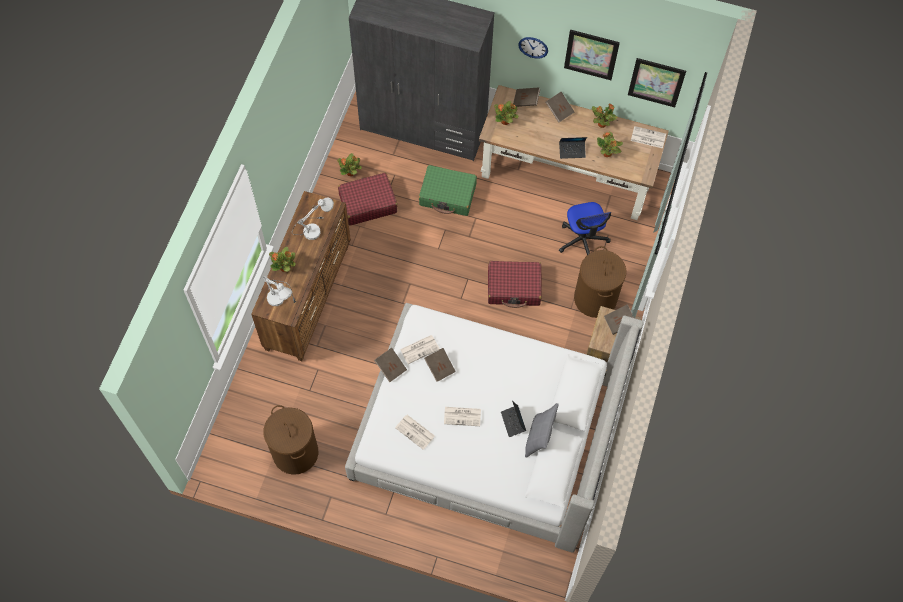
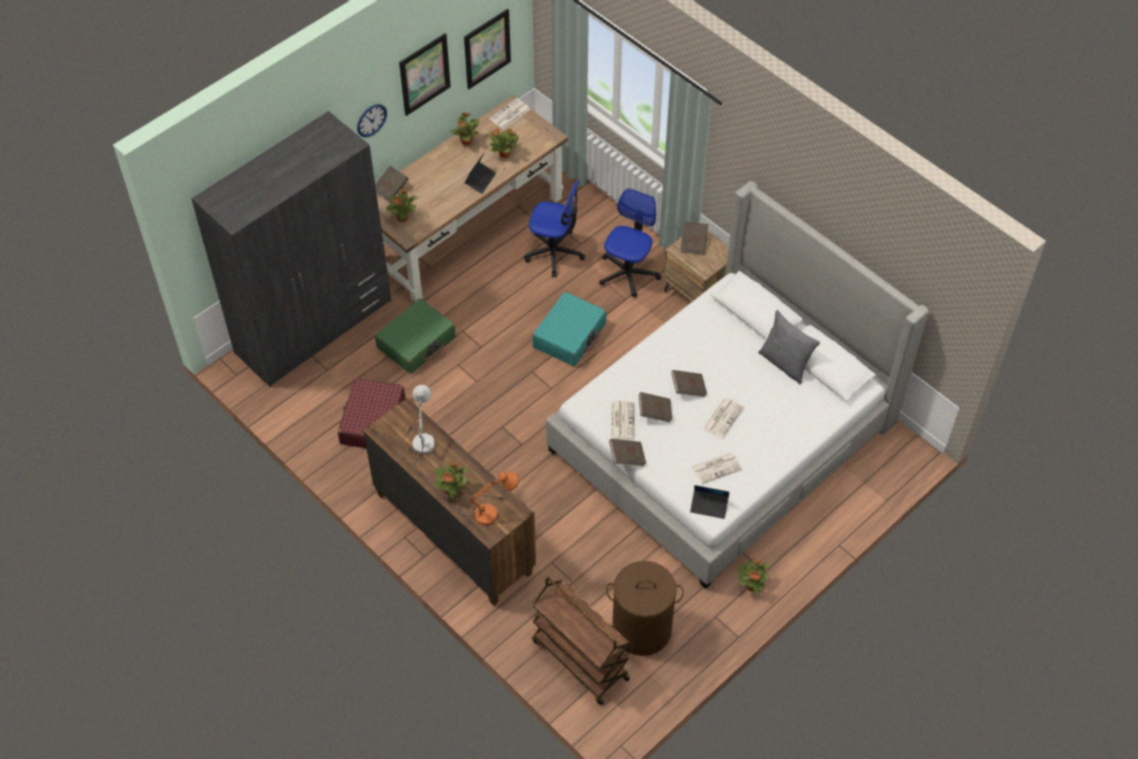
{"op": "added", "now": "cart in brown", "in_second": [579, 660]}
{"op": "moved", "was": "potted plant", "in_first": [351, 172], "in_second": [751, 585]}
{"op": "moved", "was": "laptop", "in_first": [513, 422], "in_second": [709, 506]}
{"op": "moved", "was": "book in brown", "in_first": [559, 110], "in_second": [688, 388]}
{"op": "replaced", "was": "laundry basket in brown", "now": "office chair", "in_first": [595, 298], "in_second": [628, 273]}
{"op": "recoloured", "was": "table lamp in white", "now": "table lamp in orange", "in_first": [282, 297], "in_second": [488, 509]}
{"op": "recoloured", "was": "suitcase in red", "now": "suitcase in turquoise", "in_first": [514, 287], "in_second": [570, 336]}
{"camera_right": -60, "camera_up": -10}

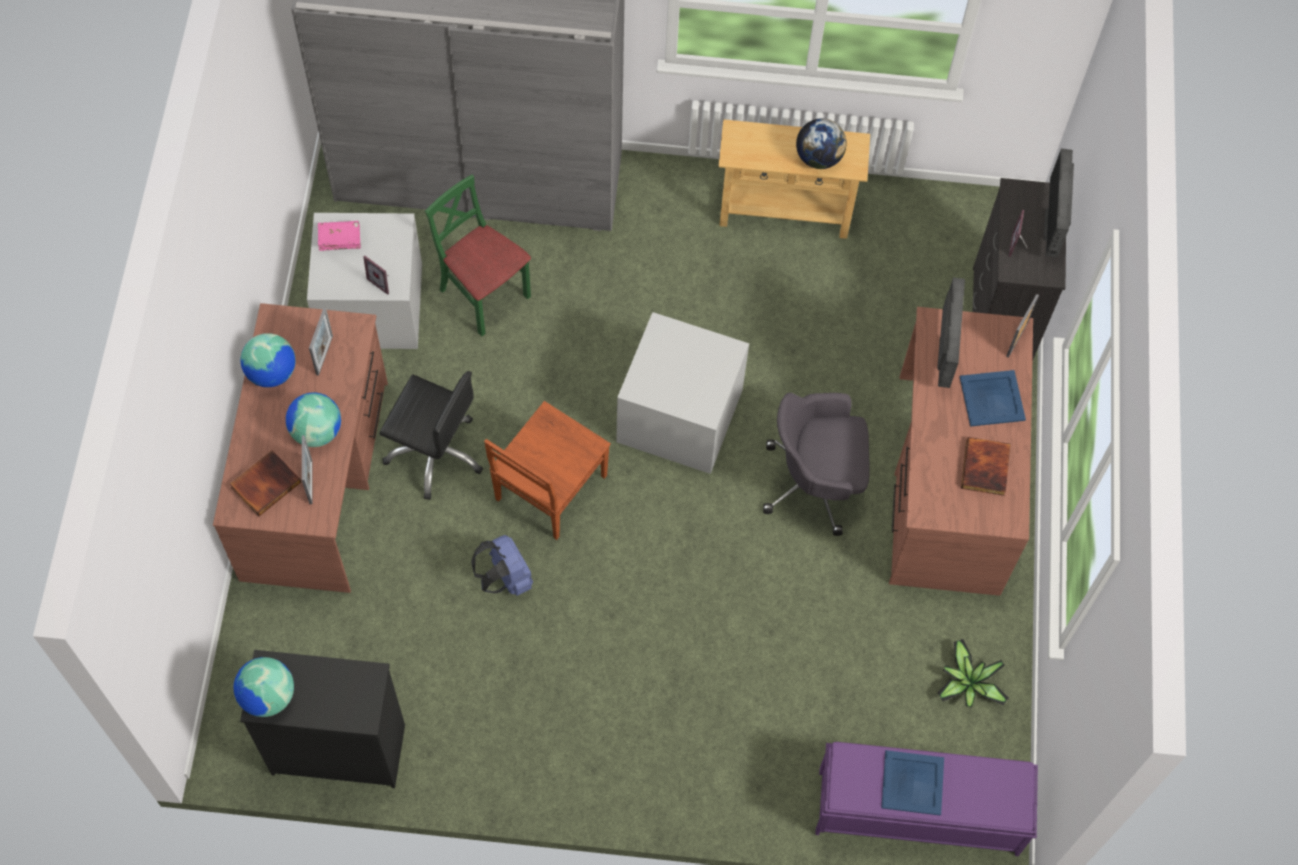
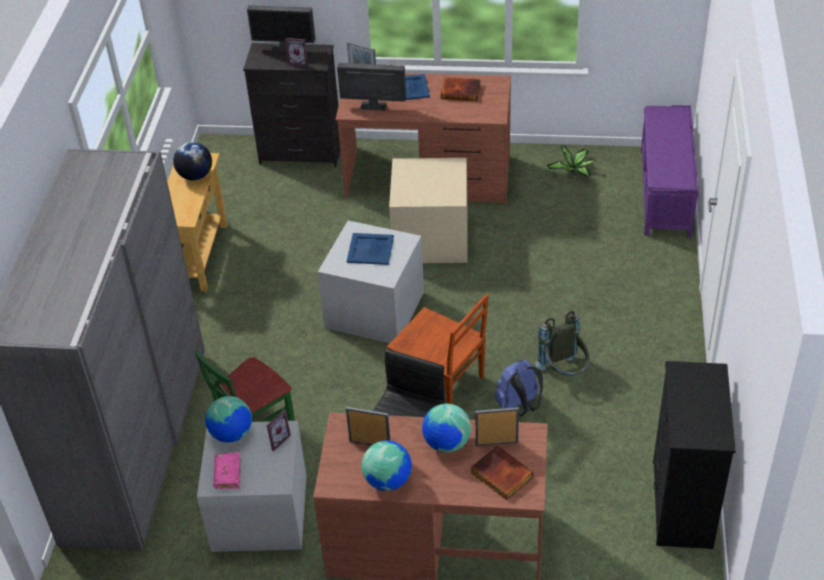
{"op": "added", "now": "backpack in grey", "in_second": [564, 372]}
{"op": "moved", "was": "globe", "in_first": [267, 696], "in_second": [232, 434]}
{"op": "moved", "was": "tray in blue", "in_first": [912, 783], "in_second": [370, 249]}
{"op": "replaced", "was": "office chair in grey", "now": "storage box in beige", "in_first": [815, 482], "in_second": [429, 239]}
{"camera_right": -85, "camera_up": -20}

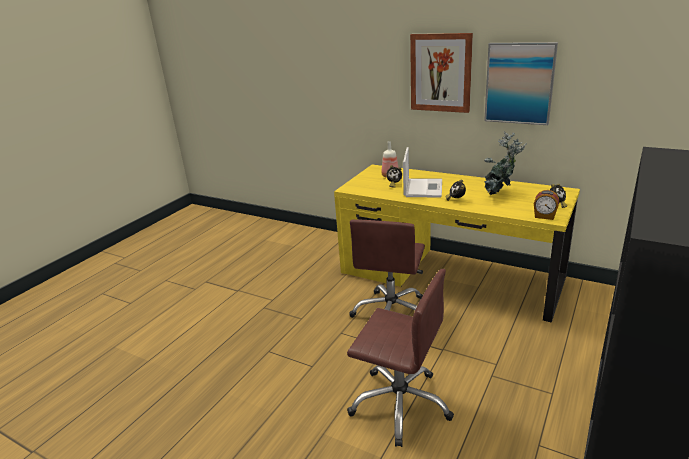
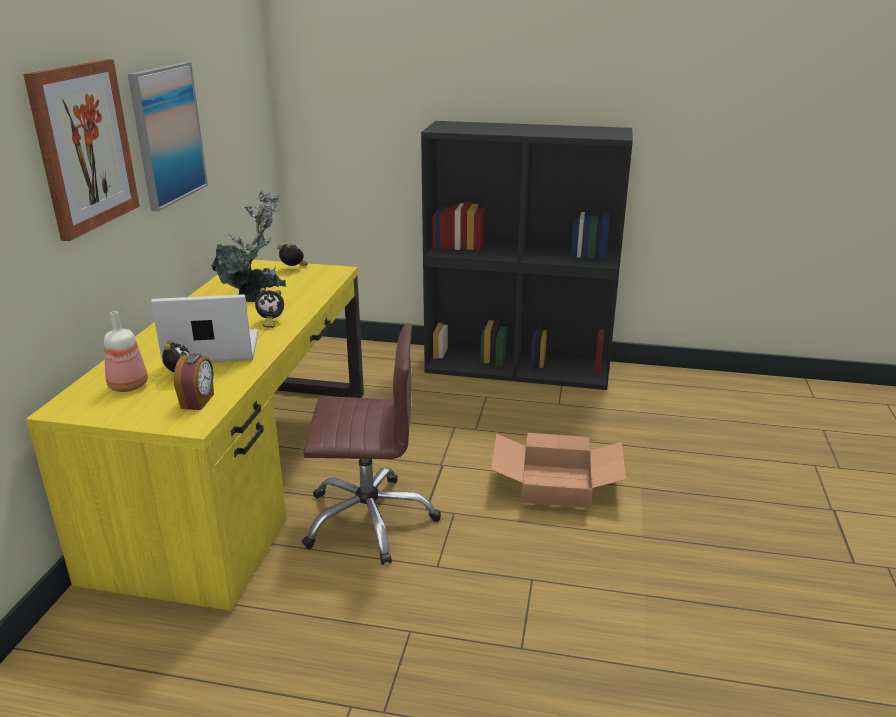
{"op": "moved", "was": "alarm clock", "in_first": [544, 216], "in_second": [198, 401]}
{"op": "replaced", "was": "office chair in brown", "now": "cardboard box", "in_first": [400, 403], "in_second": [557, 485]}
{"camera_right": -110, "camera_up": 0}

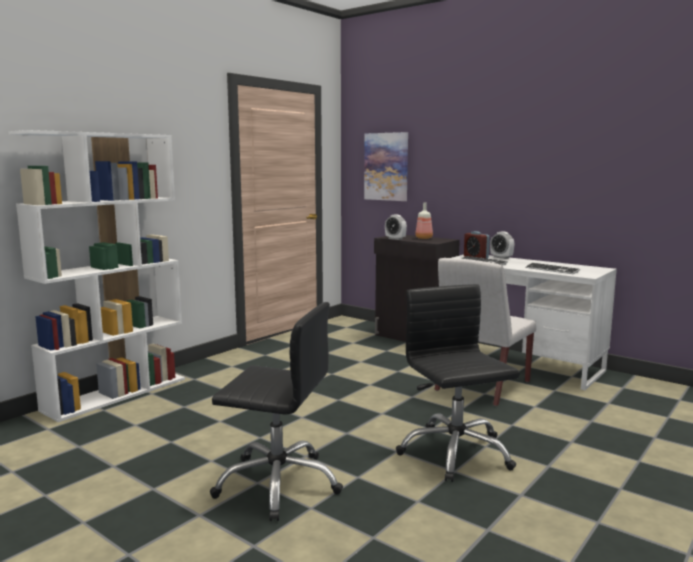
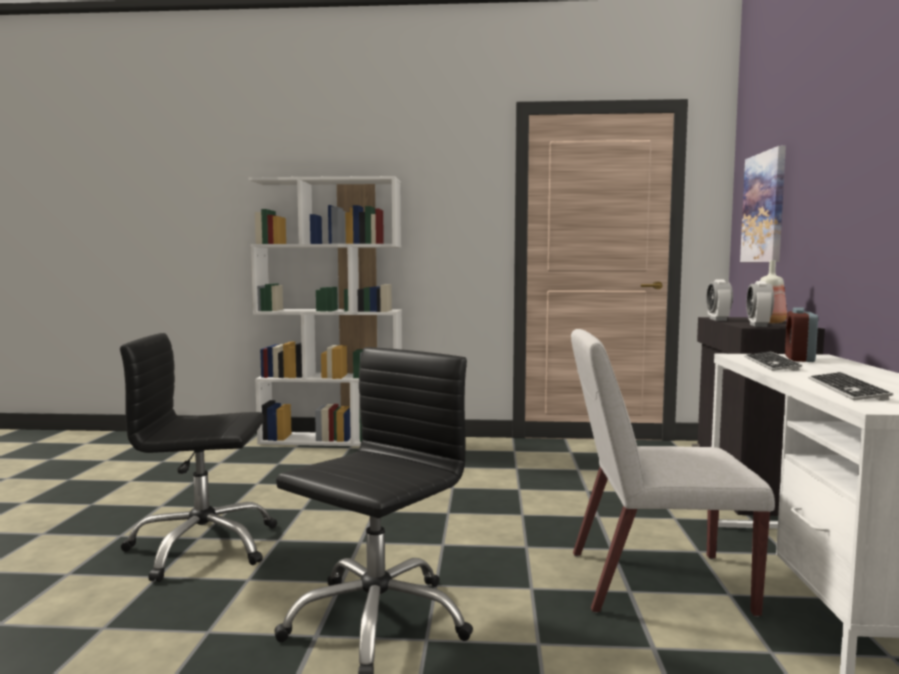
{"op": "moved", "was": "alarm clock", "in_first": [501, 257], "in_second": [758, 325]}
{"op": "turned", "was": "office chair in black", "in_first": [278, 483], "in_second": [202, 547], "clockwise": 105}
{"camera_right": 55, "camera_up": -5}

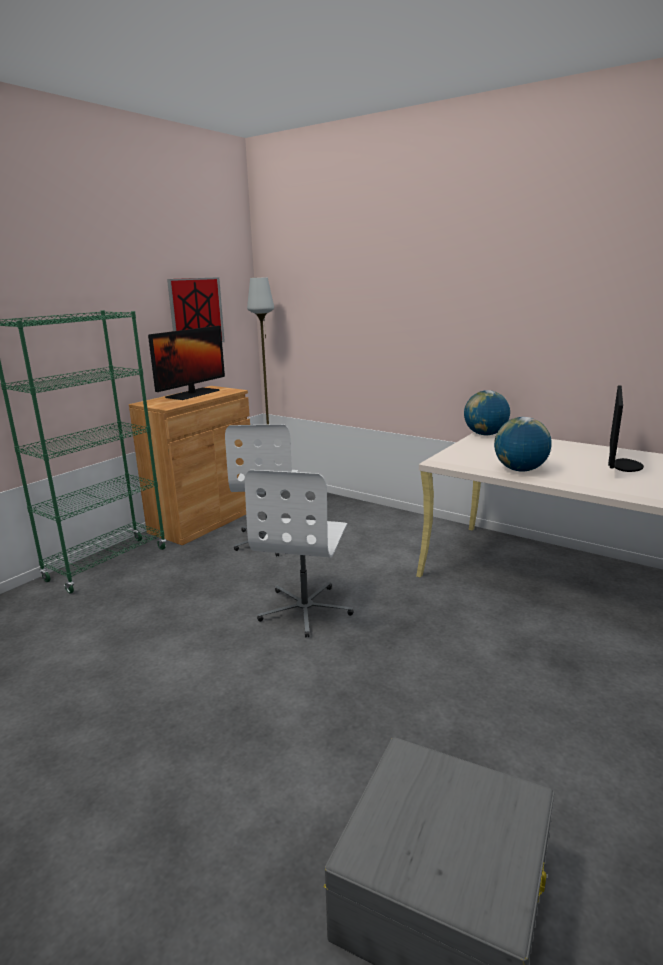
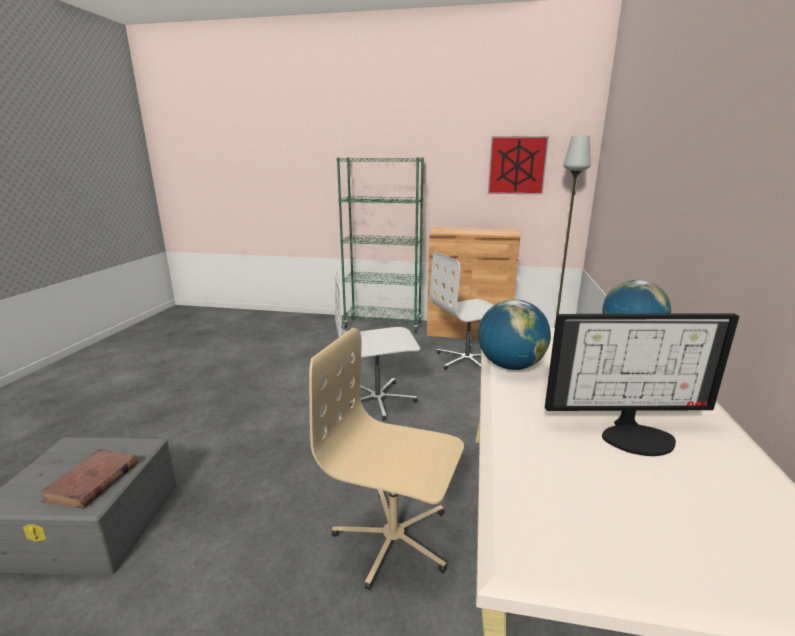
{"op": "removed", "was": "monitor", "in_first": [193, 394]}
{"op": "added", "now": "book in brown", "in_second": [93, 481]}
{"op": "added", "now": "office chair in beige", "in_second": [393, 539]}
{"camera_right": 65, "camera_up": 0}

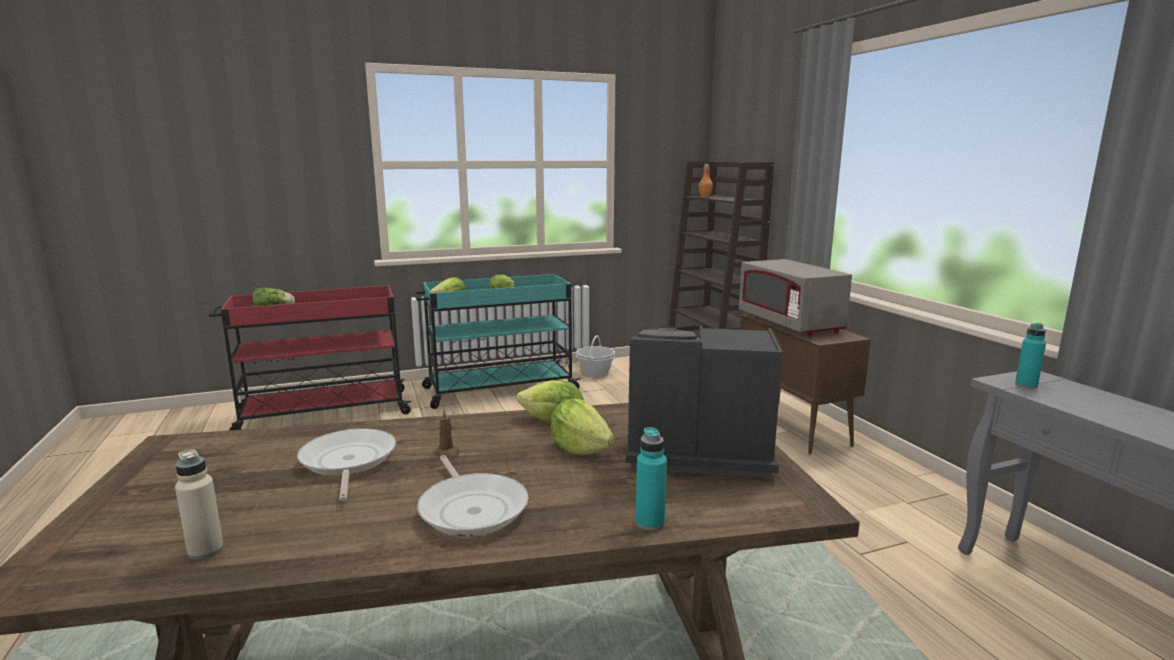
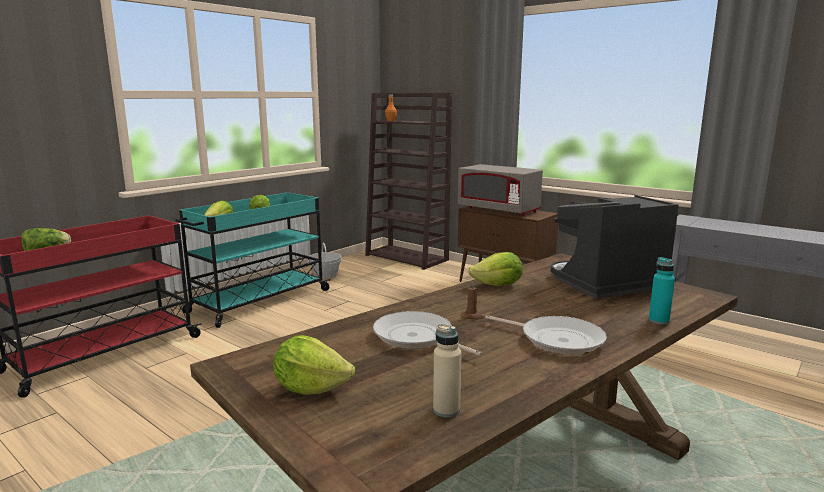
{"op": "removed", "was": "bottle in turquoise", "in_first": [1026, 385]}
{"op": "moved", "was": "lettuce", "in_first": [580, 449], "in_second": [311, 388]}
{"camera_right": -30, "camera_up": 0}

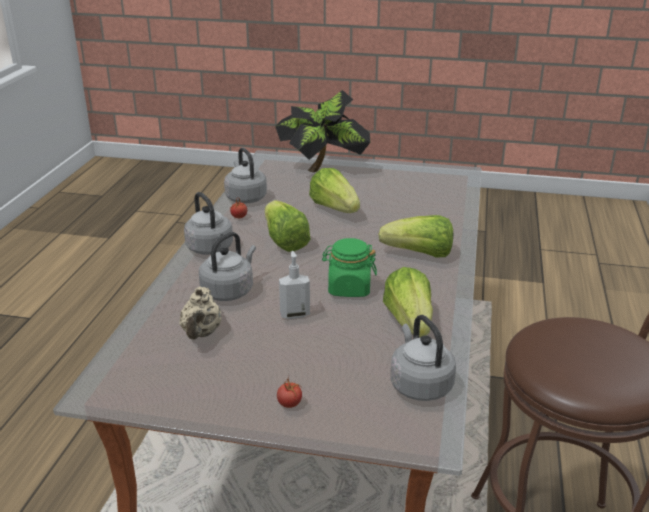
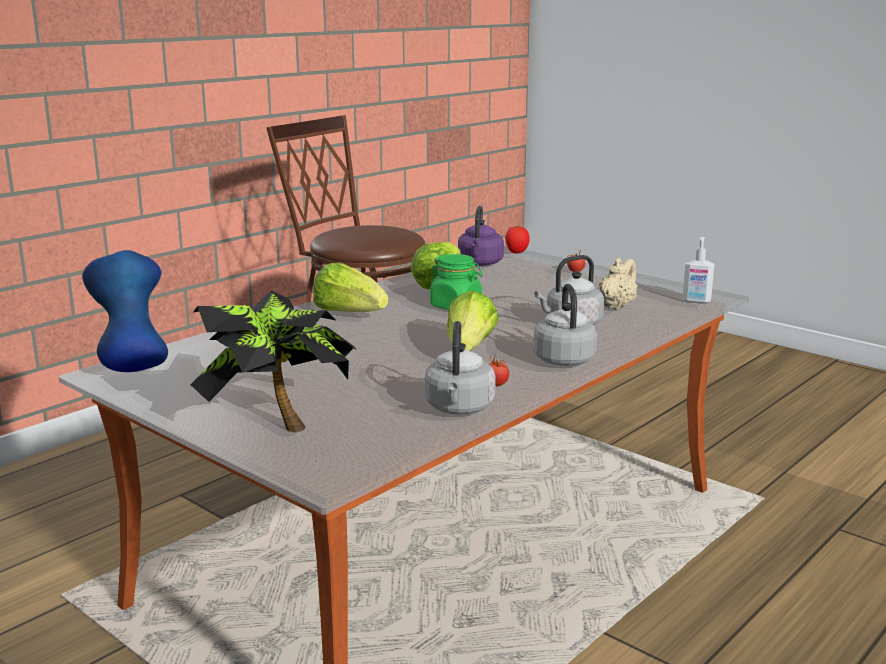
{"op": "removed", "was": "lettuce", "in_first": [335, 208]}
{"op": "added", "now": "vase in blue", "in_second": [132, 366]}
{"op": "added", "now": "tomato", "in_second": [516, 253]}
{"op": "moved", "was": "soap dispenser", "in_first": [294, 314], "in_second": [696, 301]}
{"op": "recoloured", "was": "kettle in grey", "now": "kettle in purple", "in_first": [419, 384], "in_second": [480, 264]}
{"camera_right": -150, "camera_up": -10}

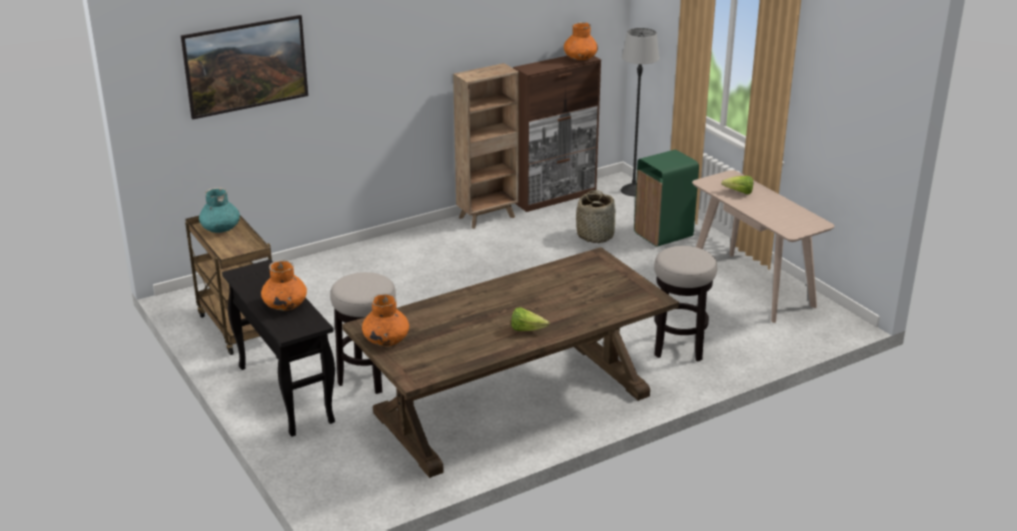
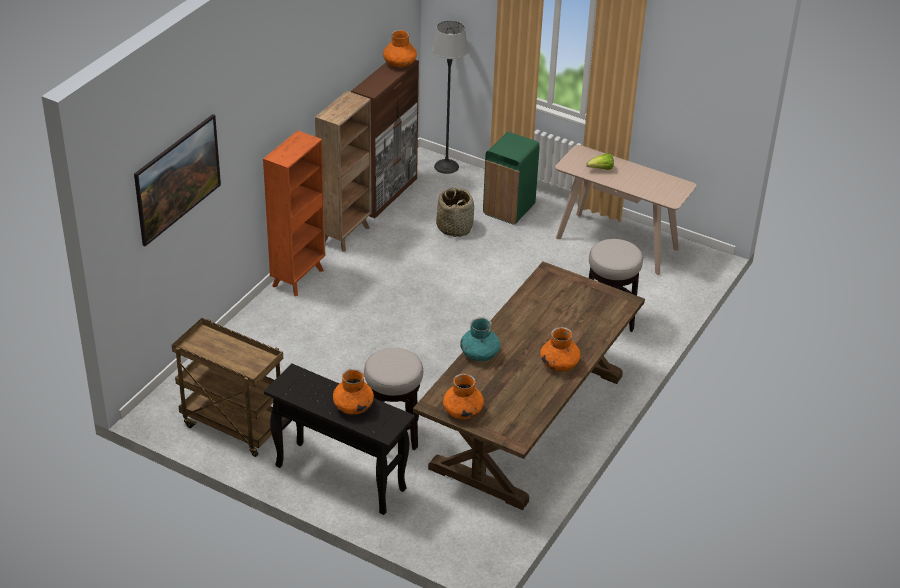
{"op": "added", "now": "bookcase in orange", "in_second": [299, 277]}
{"op": "moved", "was": "vase in turquoise", "in_first": [221, 228], "in_second": [479, 354]}
{"op": "replaced", "was": "lettuce", "now": "vase in orange", "in_first": [527, 330], "in_second": [559, 364]}
{"camera_right": -30, "camera_up": 10}

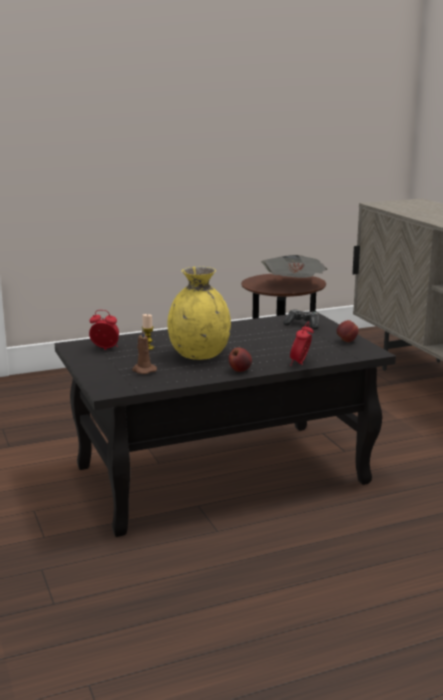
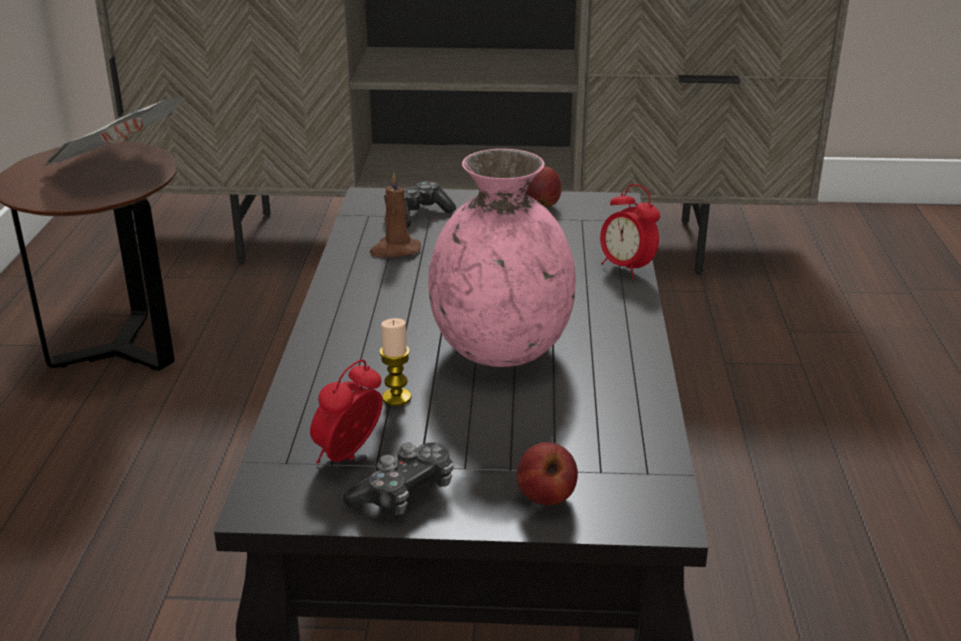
{"op": "added", "now": "game controller", "in_second": [404, 493]}
{"op": "moved", "was": "candle in brown", "in_first": [143, 370], "in_second": [394, 250]}
{"op": "moved", "was": "apple", "in_first": [240, 370], "in_second": [546, 498]}
{"op": "recoloured", "was": "vase in yellow", "now": "vase in pink", "in_first": [200, 355], "in_second": [501, 349]}
{"camera_right": -65, "camera_up": 10}

